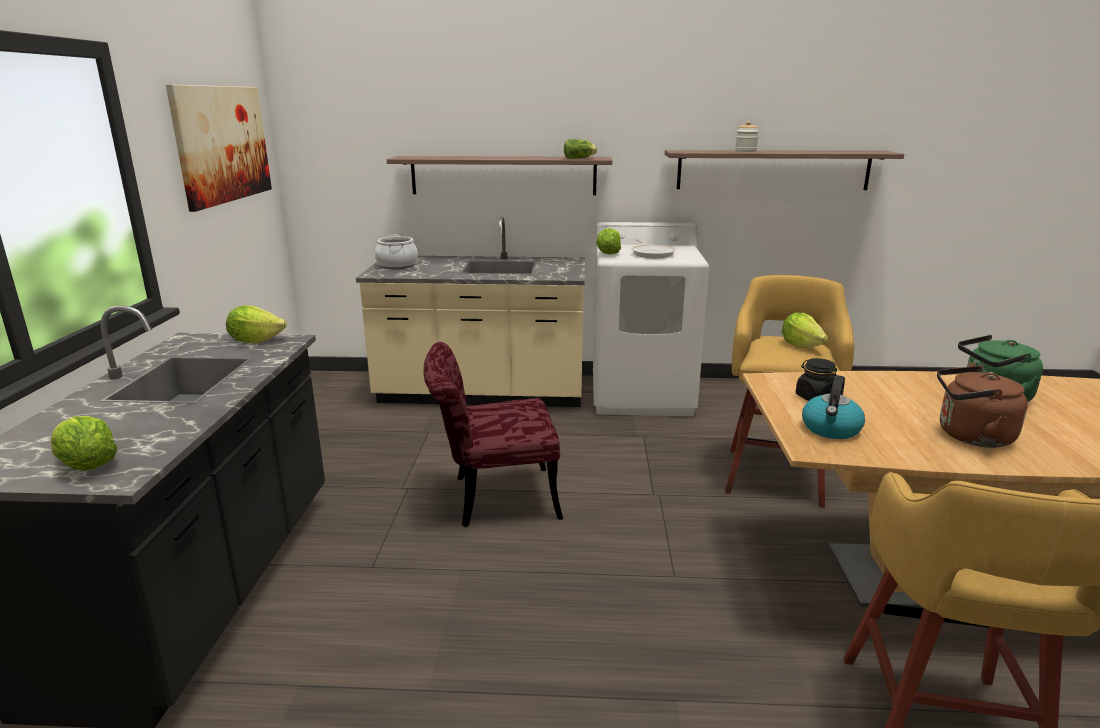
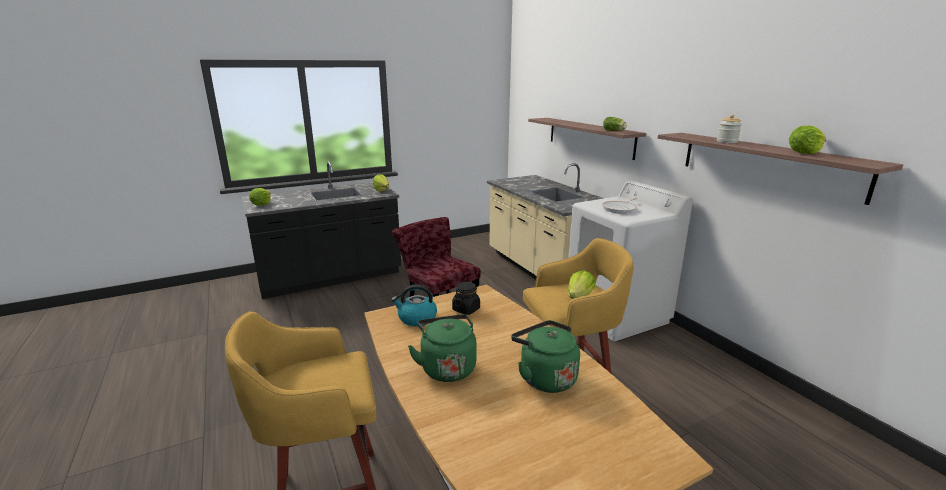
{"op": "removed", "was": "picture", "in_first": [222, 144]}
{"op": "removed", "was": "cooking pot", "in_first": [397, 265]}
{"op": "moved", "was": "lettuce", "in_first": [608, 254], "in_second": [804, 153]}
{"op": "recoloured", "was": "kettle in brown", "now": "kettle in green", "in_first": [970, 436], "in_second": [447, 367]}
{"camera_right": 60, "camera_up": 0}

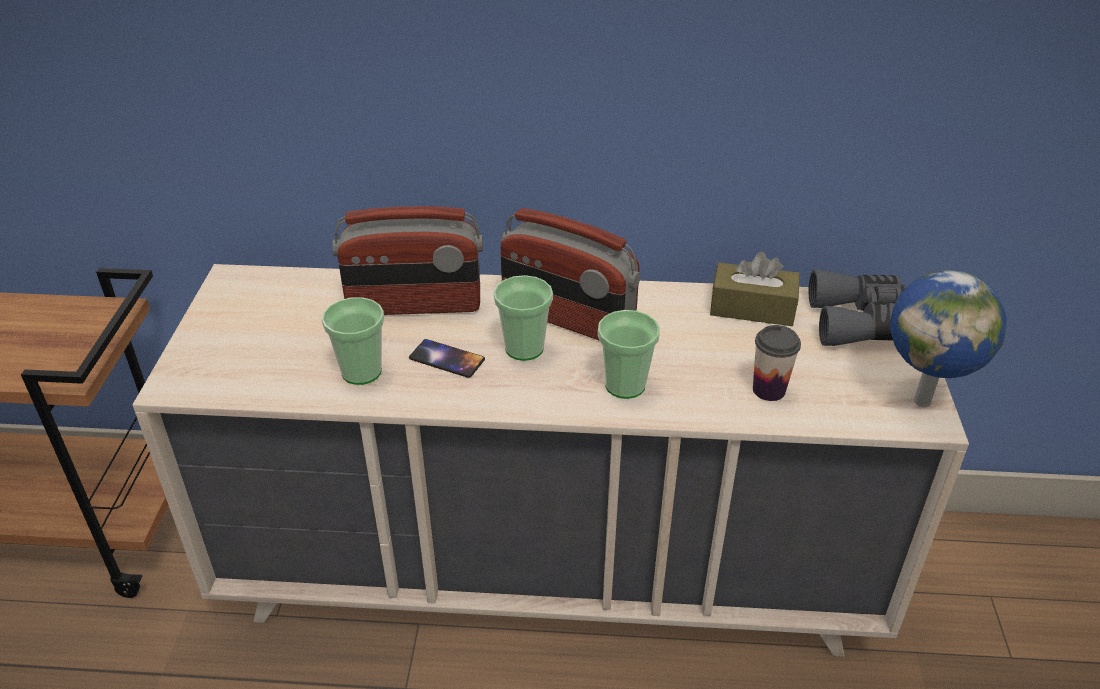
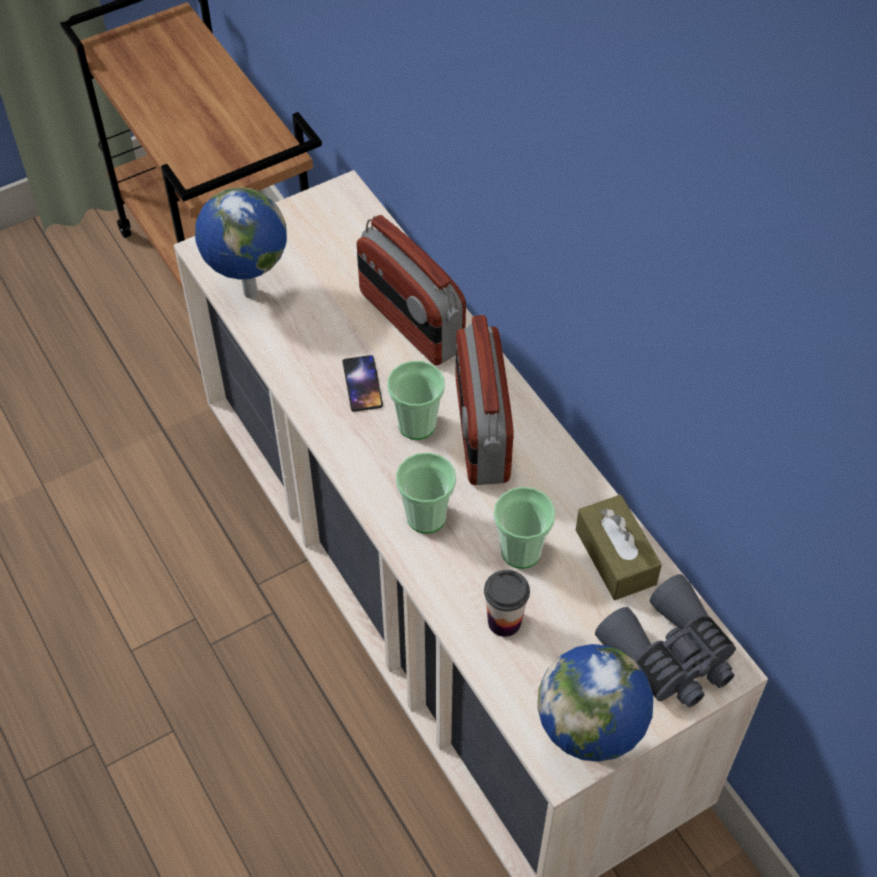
{"op": "added", "now": "globe", "in_second": [248, 293]}
{"op": "moved", "was": "cup", "in_first": [361, 372], "in_second": [521, 551]}
{"camera_right": 55, "camera_up": 15}

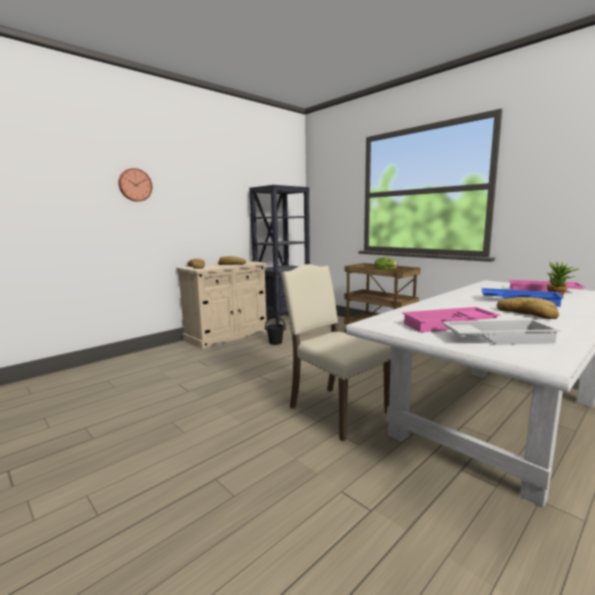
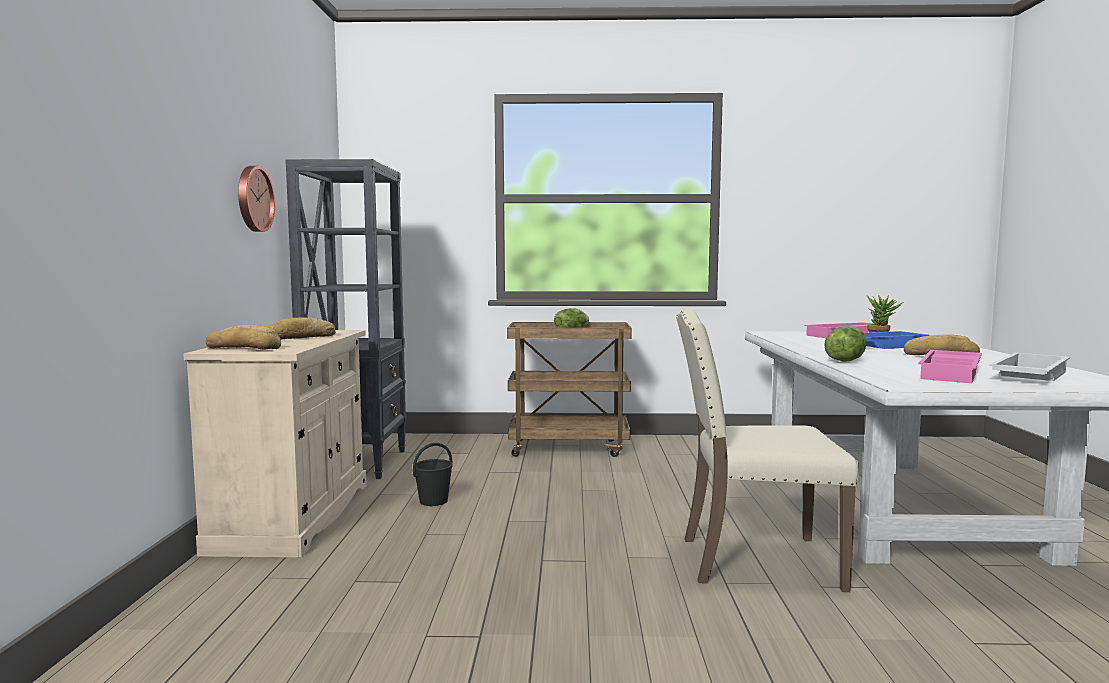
{"op": "added", "now": "lettuce", "in_second": [845, 360]}
{"op": "moved", "was": "wall clock", "in_first": [135, 185], "in_second": [253, 199]}
{"camera_right": -45, "camera_up": -5}

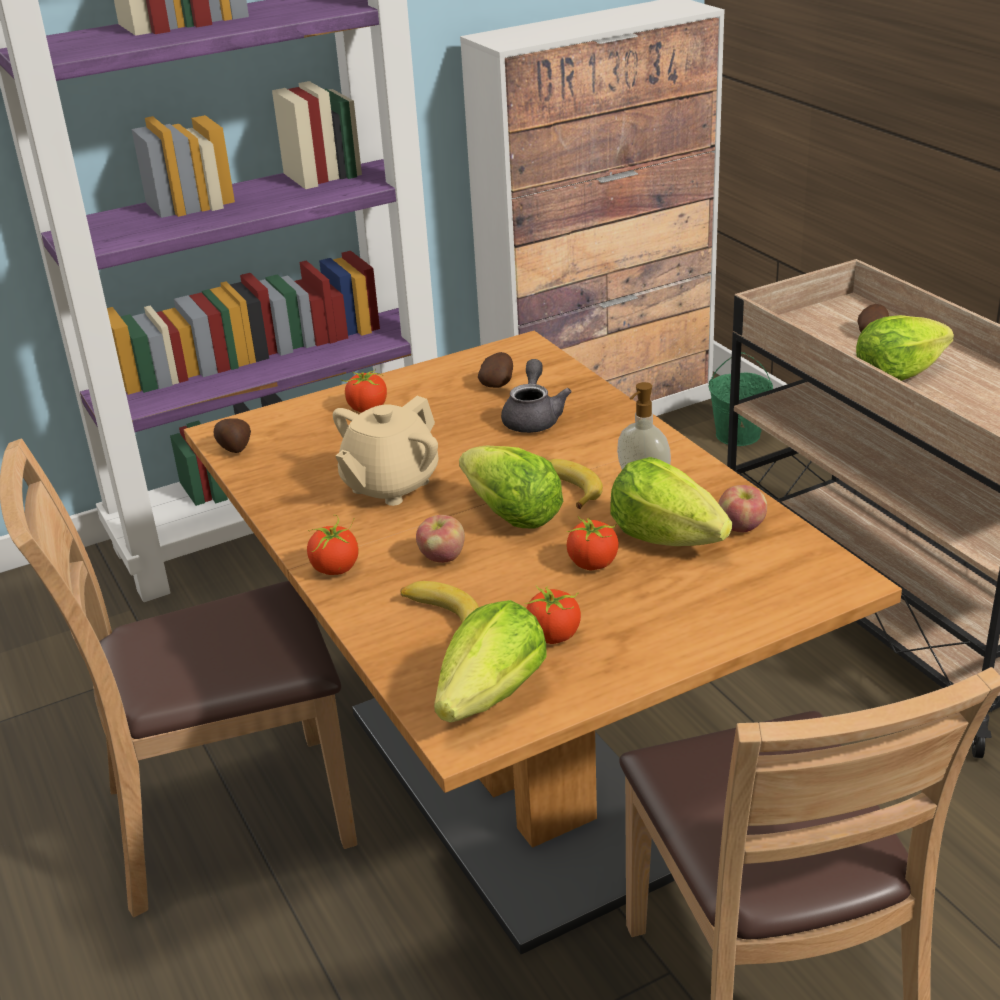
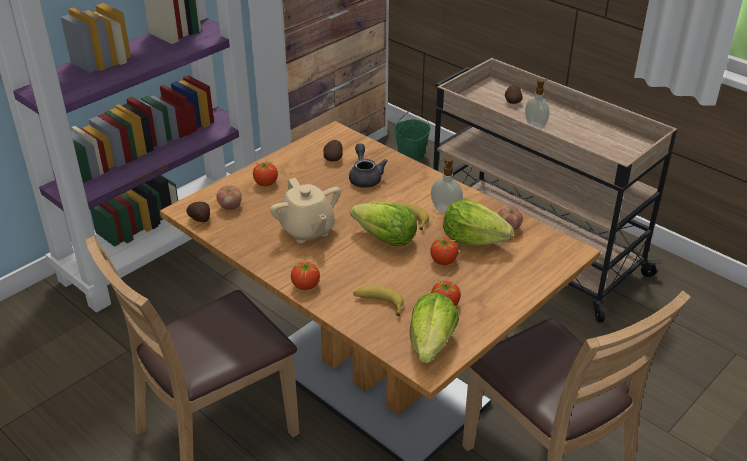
{"op": "moved", "was": "apple", "in_first": [442, 557], "in_second": [230, 207]}
{"op": "replaced", "was": "lettuce", "now": "soap dispenser", "in_first": [897, 374], "in_second": [536, 125]}
{"op": "turned", "was": "teapot in beige", "in_first": [390, 485], "in_second": [307, 230], "clockwise": -45}
{"camera_right": -20, "camera_up": 5}

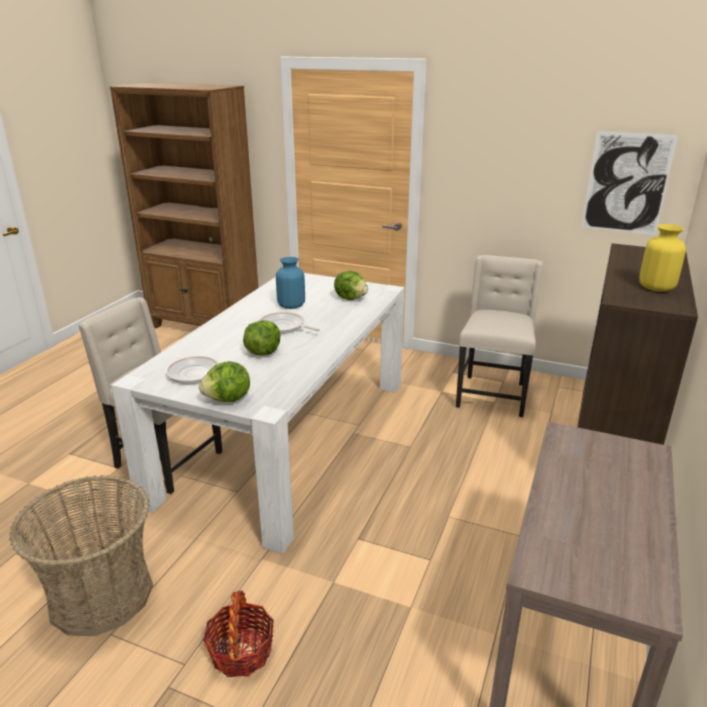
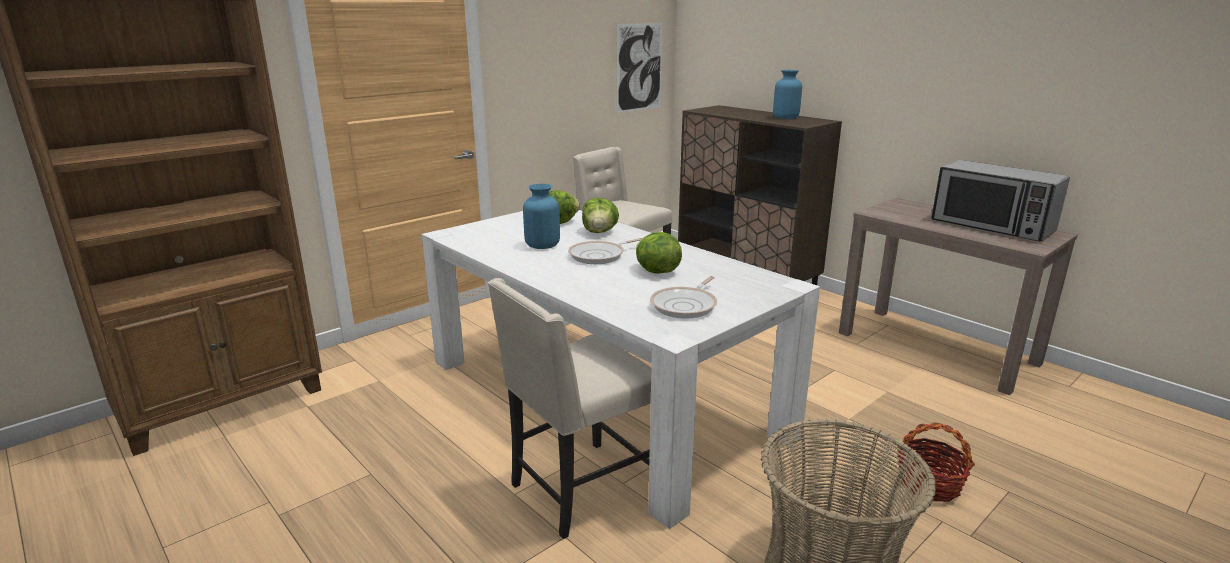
{"op": "added", "now": "microwave", "in_second": [991, 226]}
{"op": "moved", "was": "lettuce", "in_first": [228, 399], "in_second": [600, 232]}
{"op": "recoloured", "was": "vase in yellow", "now": "vase in blue", "in_first": [656, 287], "in_second": [785, 118]}
{"camera_right": -65, "camera_up": -5}

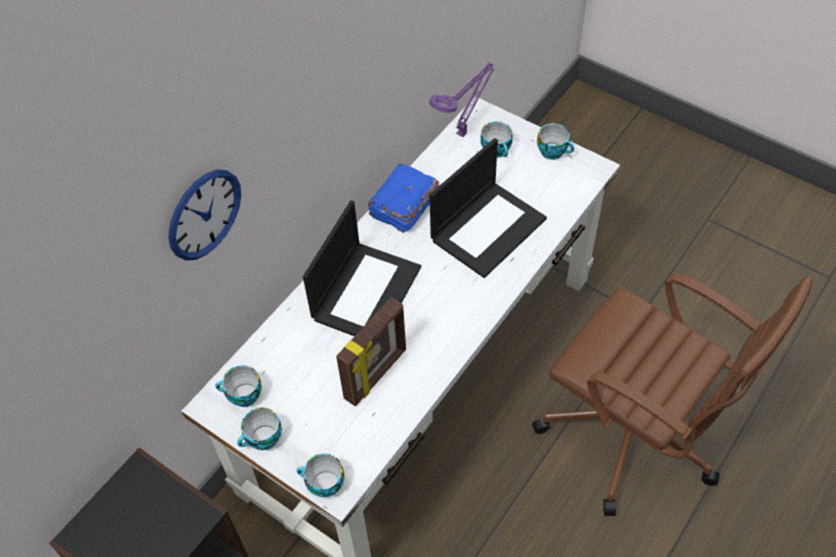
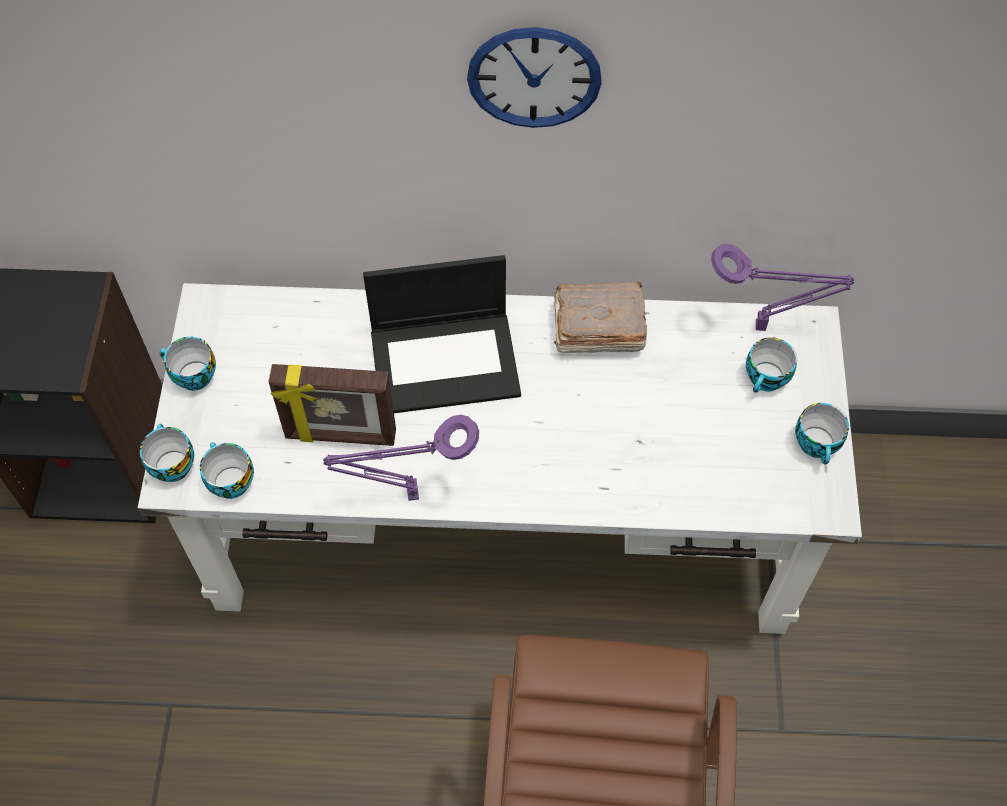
{"op": "removed", "was": "laptop", "in_first": [488, 228]}
{"op": "added", "now": "table lamp in purple", "in_second": [408, 495]}
{"op": "moved", "was": "wall clock", "in_first": [204, 214], "in_second": [534, 77]}
{"op": "moved", "was": "cup", "in_first": [243, 396], "in_second": [229, 481]}
{"op": "recoloured", "was": "book in blue", "now": "book in brown", "in_first": [403, 206], "in_second": [597, 328]}
{"camera_right": 55, "camera_up": 5}

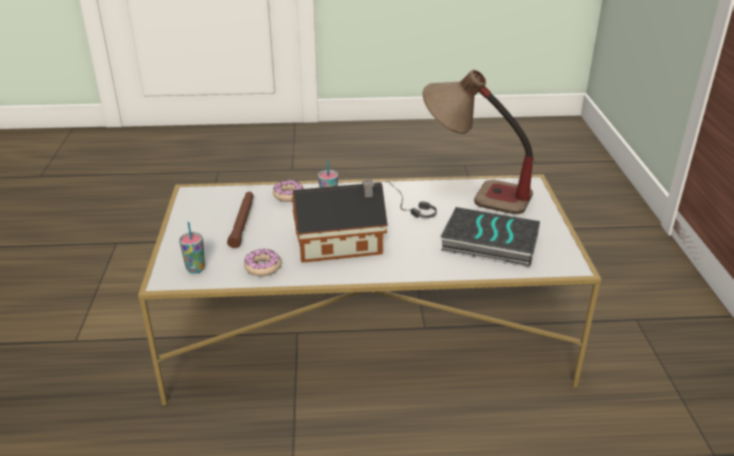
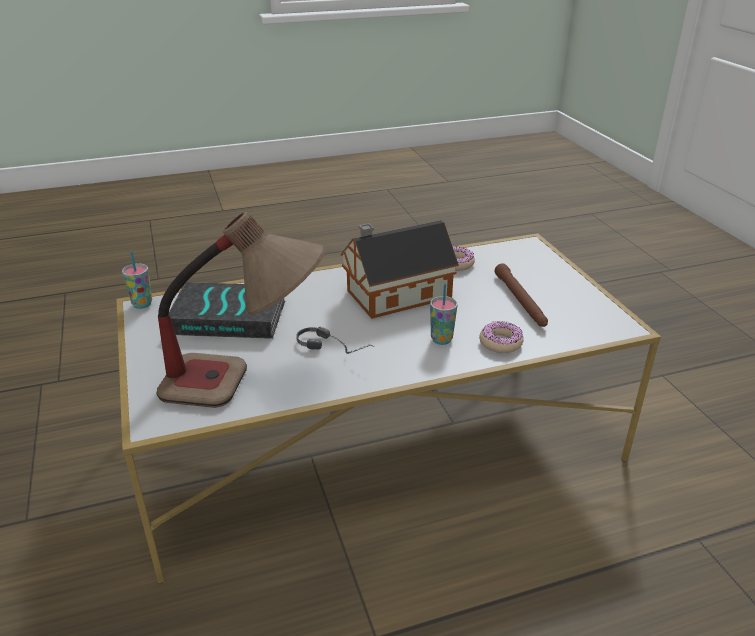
{"op": "moved", "was": "cup", "in_first": [195, 269], "in_second": [142, 304]}
{"camera_right": 165, "camera_up": 0}

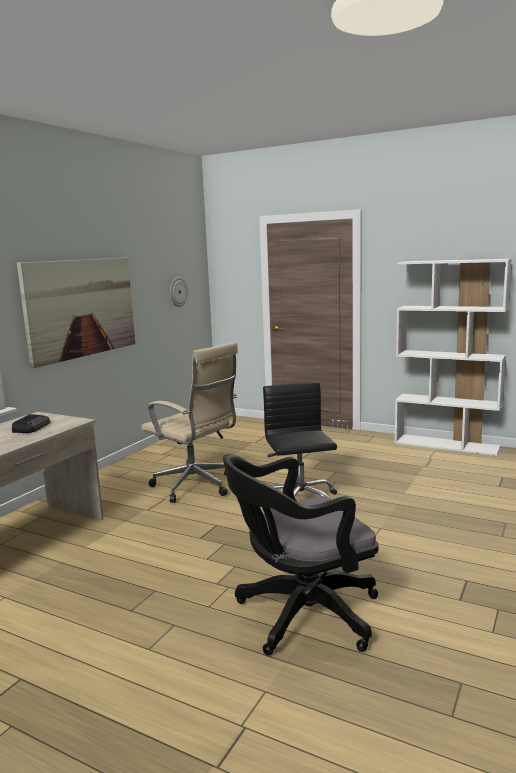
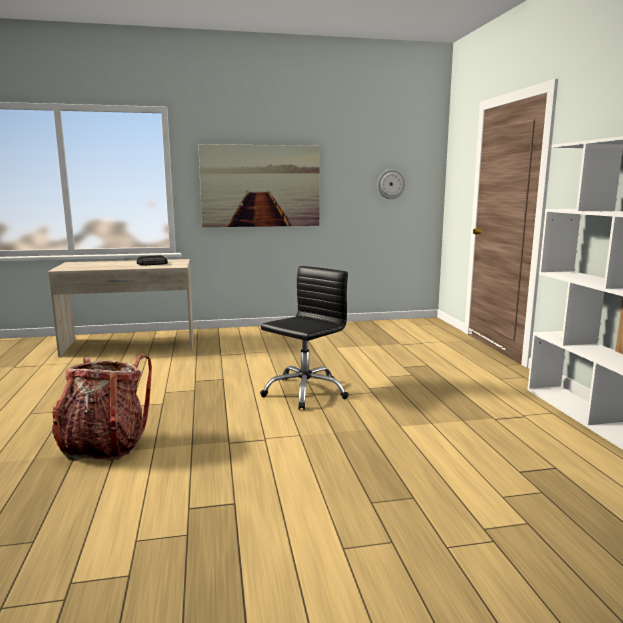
{"op": "removed", "was": "office chair in beige", "in_first": [196, 487]}
{"op": "replaced", "was": "office chair in black", "now": "backpack", "in_first": [301, 615], "in_second": [104, 446]}
{"camera_right": 50, "camera_up": 0}

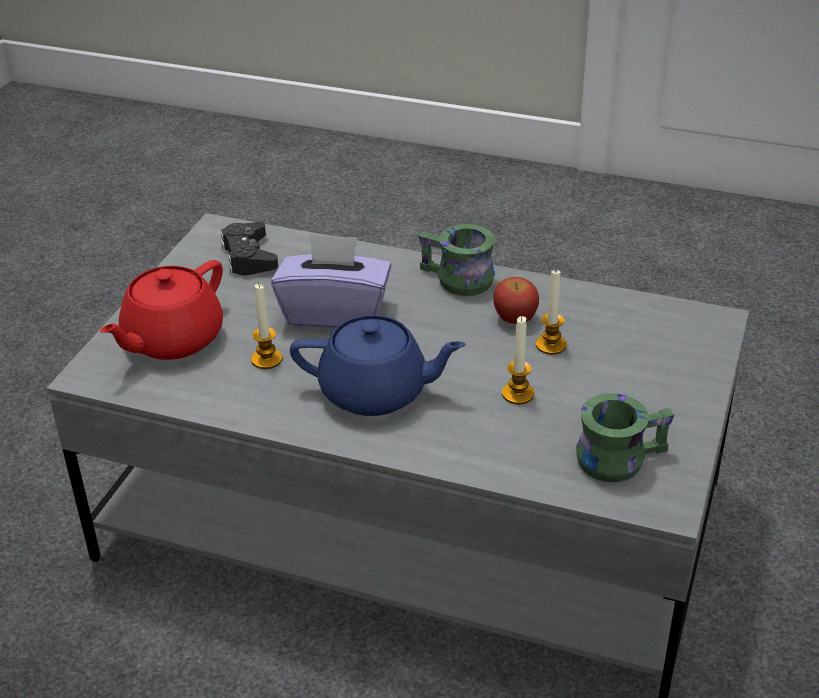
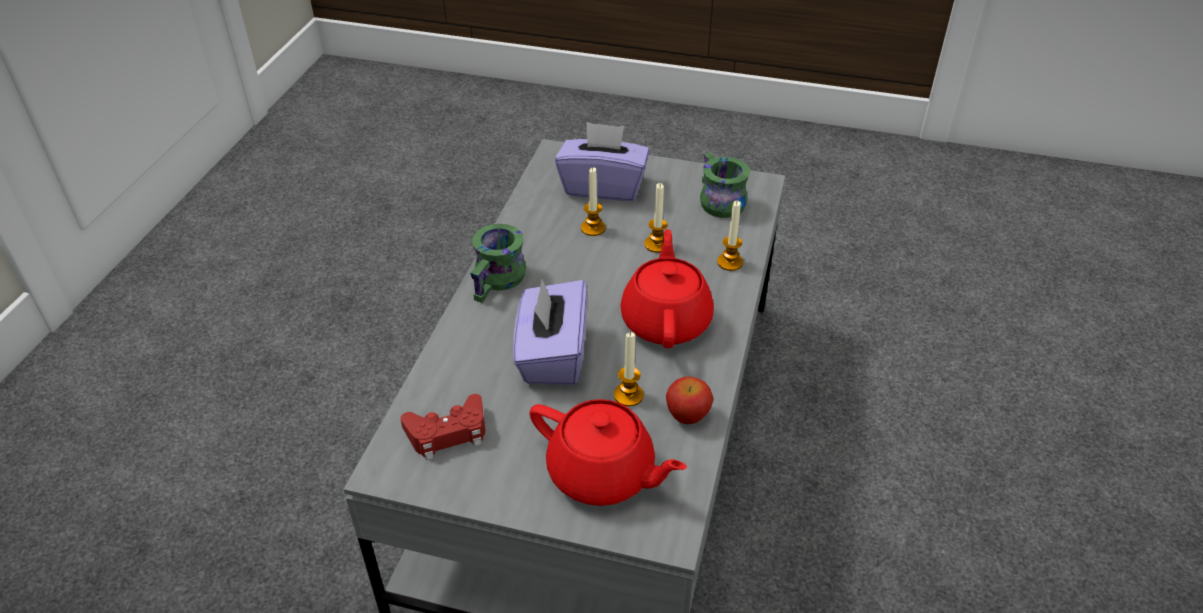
{"op": "added", "now": "tissue box in purple", "in_second": [603, 186]}
{"op": "added", "now": "candle", "in_second": [730, 262]}
{"op": "moved", "was": "apple", "in_first": [514, 318], "in_second": [687, 415]}
{"op": "recoloured", "was": "game controller in black", "now": "game controller in red", "in_first": [249, 257], "in_second": [448, 433]}
{"op": "recoloured", "was": "teapot in blue", "now": "teapot in red", "in_first": [376, 392], "in_second": [666, 320]}
{"camera_right": -95, "camera_up": 5}

